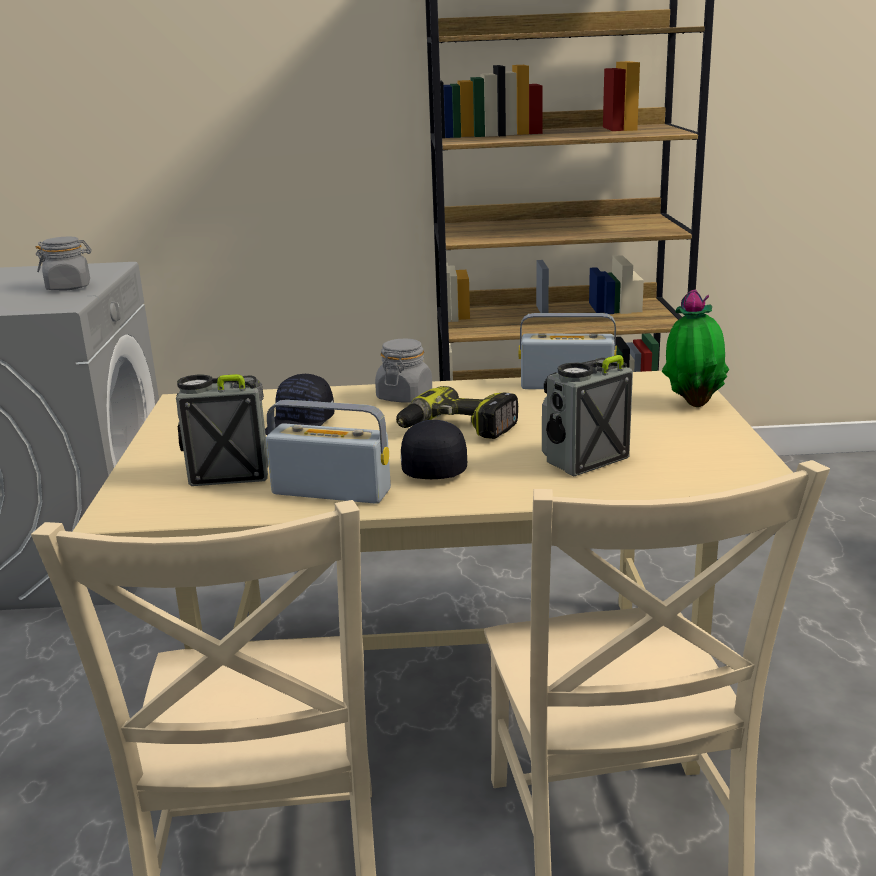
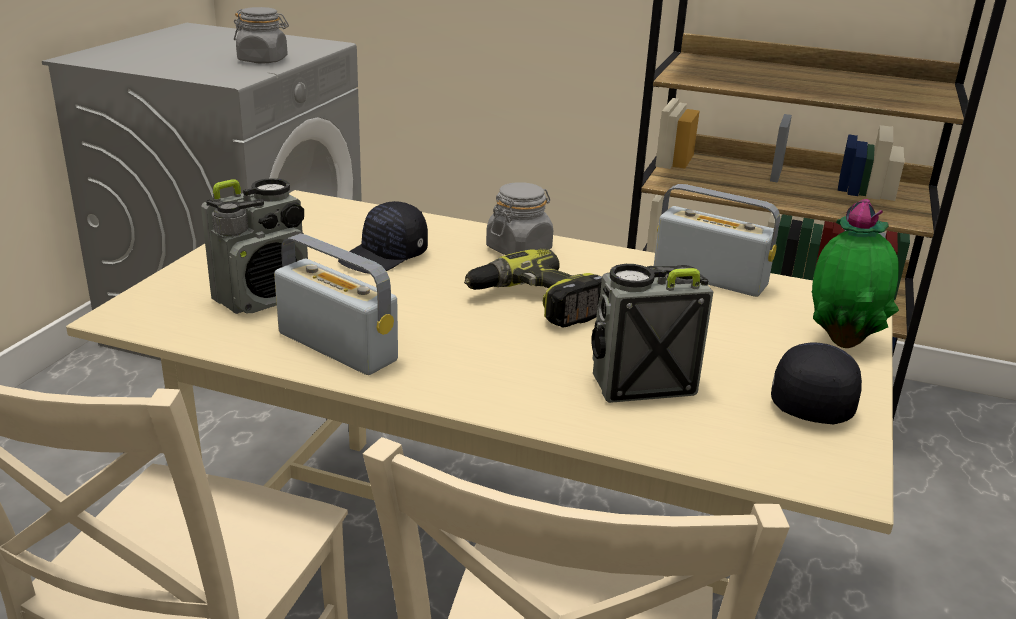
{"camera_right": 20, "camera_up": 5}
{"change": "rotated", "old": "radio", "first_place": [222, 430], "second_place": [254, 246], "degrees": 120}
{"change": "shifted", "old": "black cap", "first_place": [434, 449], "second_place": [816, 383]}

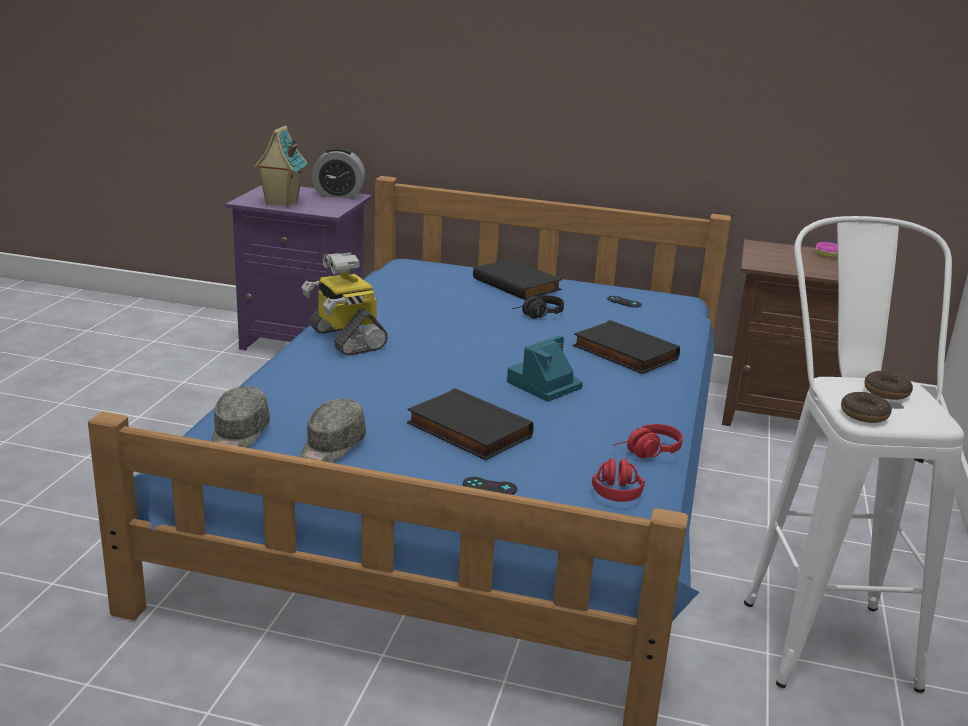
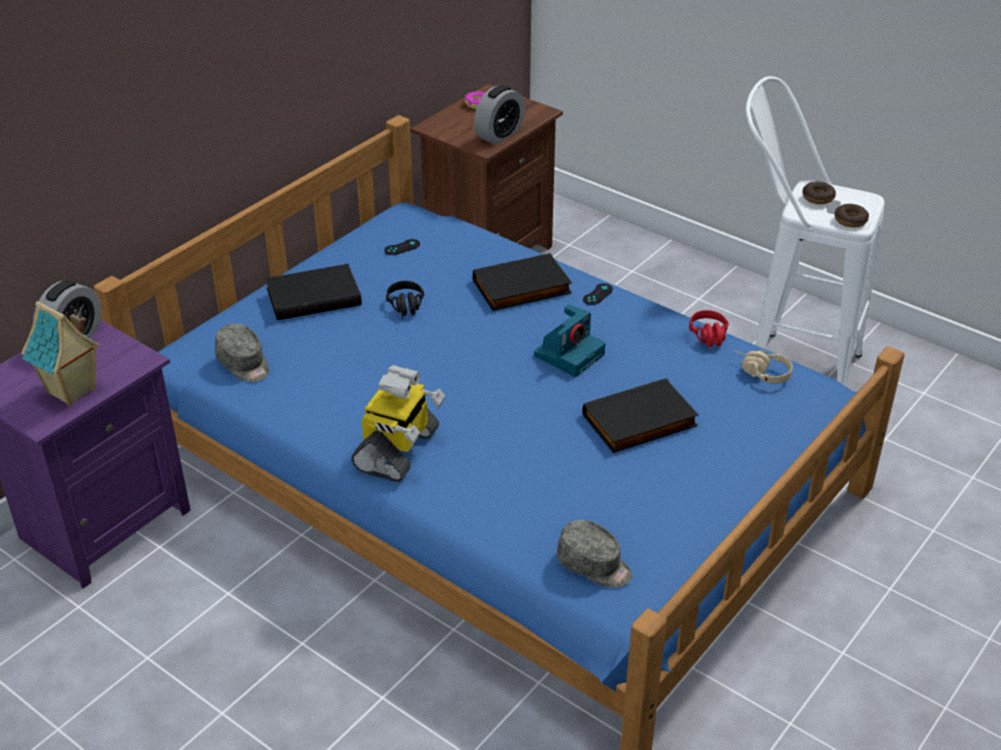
{"camera_right": -65, "camera_up": 15}
{"change": "rotated", "old": "toy robot", "first_place": [344, 304], "second_place": [398, 423], "degrees": -60}
{"change": "rotated", "old": "photo camera", "first_place": [545, 368], "second_place": [570, 341], "degrees": -120}
{"change": "shifted", "old": "grey cap", "first_place": [333, 431], "second_place": [242, 353]}
{"change": "repainted", "old": "red headphones", "new": "beige headphones", "first_place": [618, 480], "second_place": [763, 366]}
{"change": "shifted", "old": "black game controller", "first_place": [490, 486], "second_place": [598, 294]}
{"change": "new", "new": "alarm clock", "second_place": [499, 115]}

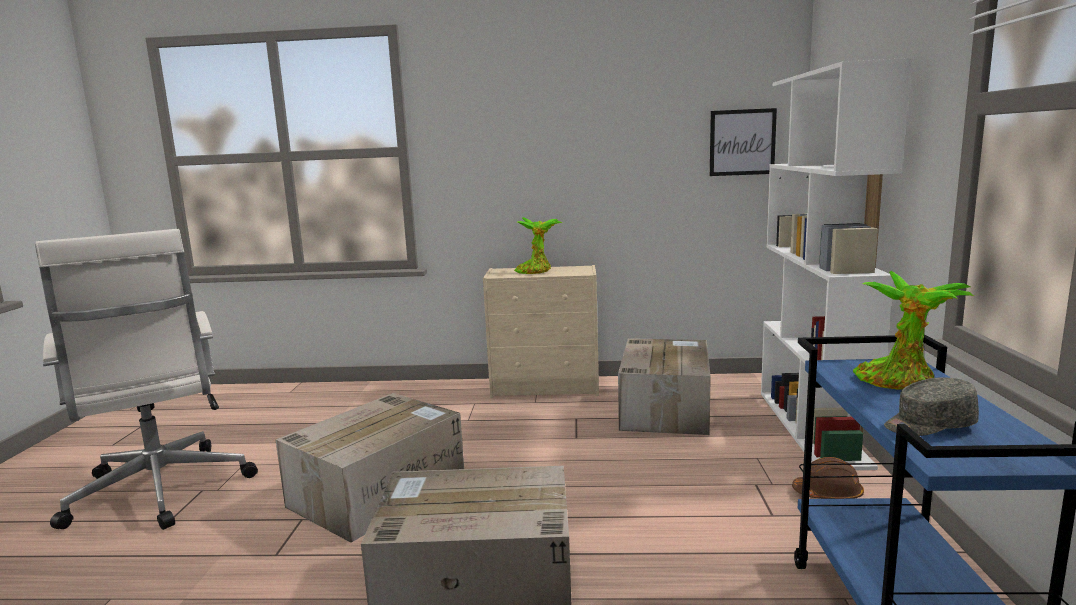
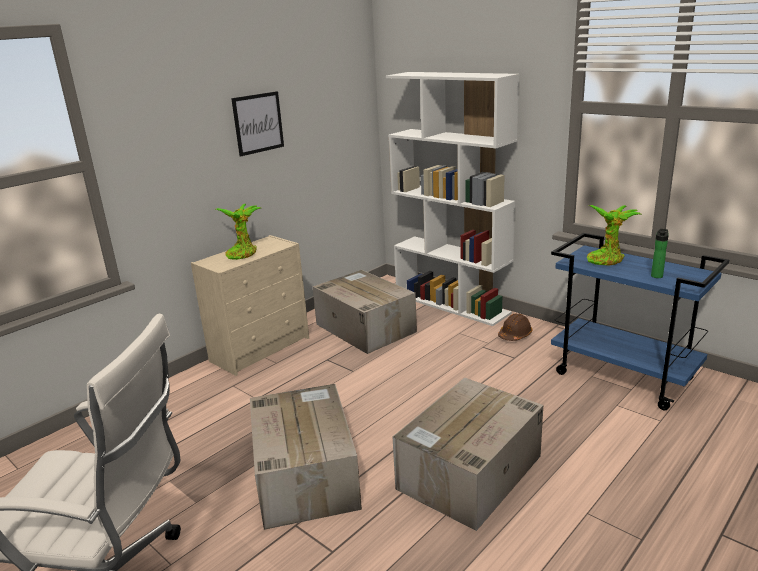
{"camera_right": -50, "camera_up": 10}
{"change": "shifted", "old": "picture", "first_place": [743, 142], "second_place": [257, 123]}
{"change": "swapped", "old": "grey cap", "new": "bottle", "first_place": [931, 406], "second_place": [660, 253]}

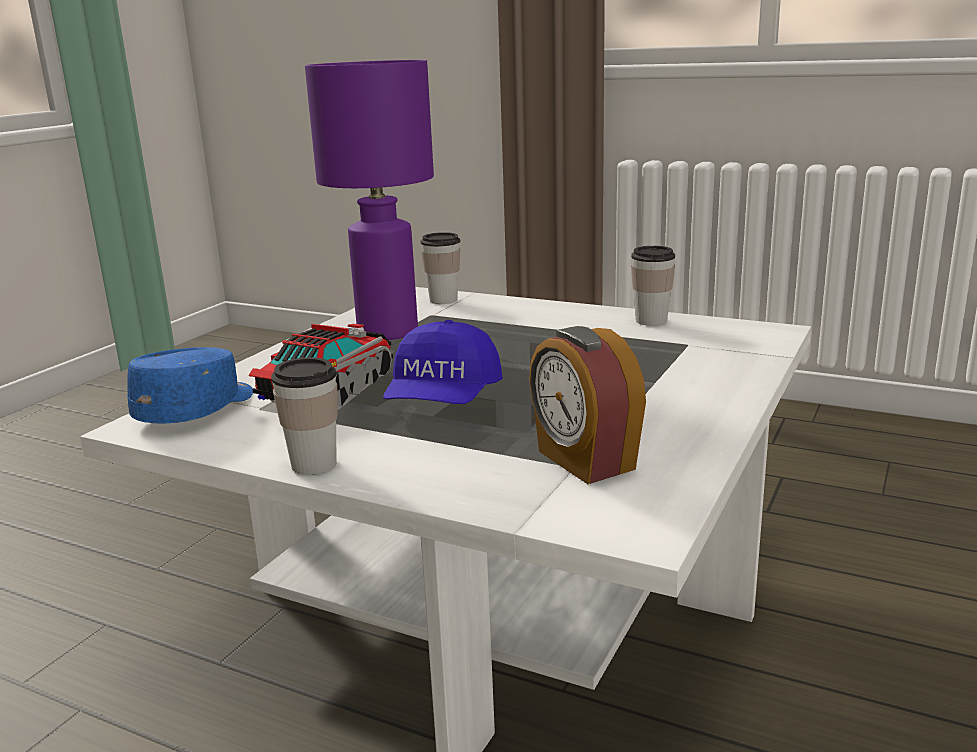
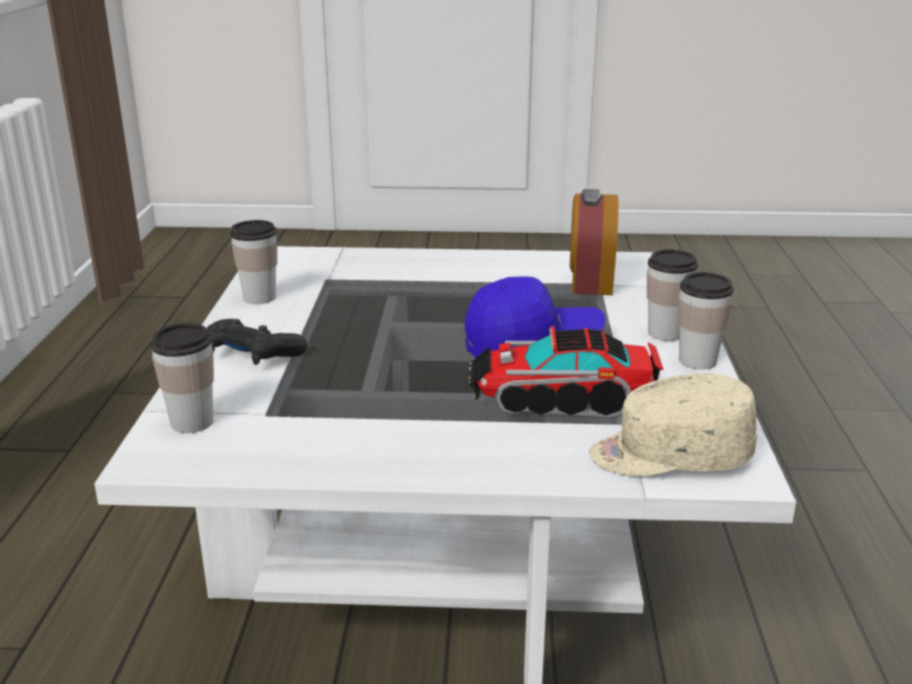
{"camera_right": -115, "camera_up": 5}
{"change": "gone", "old": "purple table lamp", "first_place": [369, 200]}
{"change": "rotated", "old": "alarm clock", "first_place": [587, 405], "second_place": [594, 242], "degrees": 150}
{"change": "repainted", "old": "blue cap", "new": "beige cap", "first_place": [190, 385], "second_place": [673, 424]}
{"change": "new", "new": "cup", "second_place": [672, 295]}
{"change": "new", "new": "black game controller", "second_place": [256, 342]}

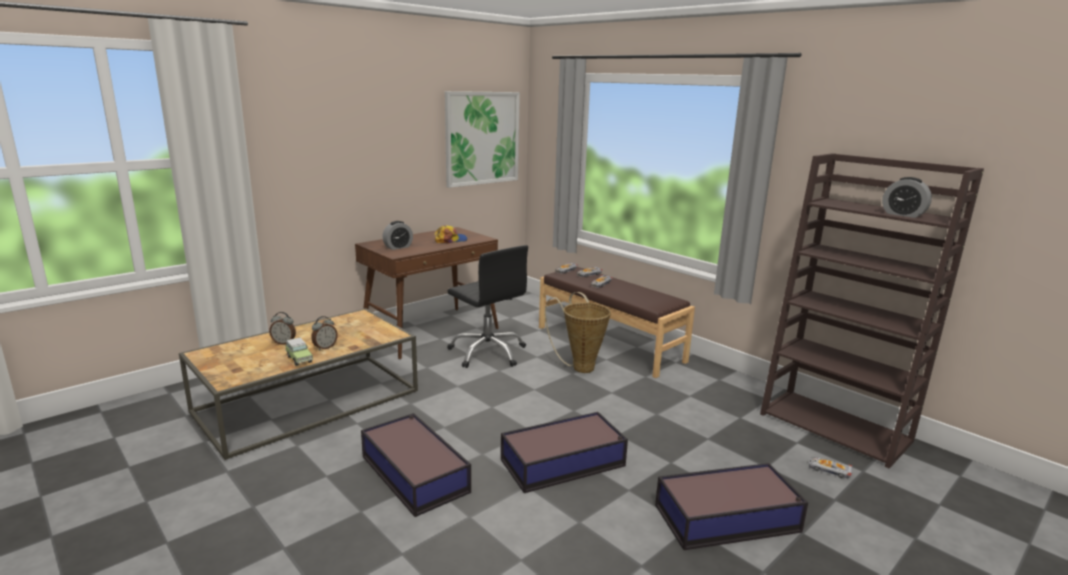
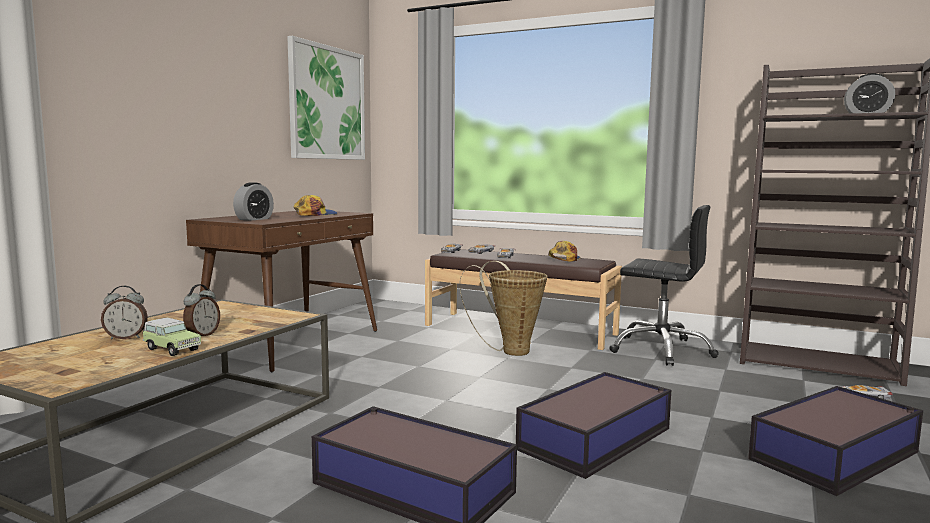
{"camera_right": -20, "camera_up": -10}
{"change": "shifted", "old": "black office chair", "first_place": [487, 306], "second_place": [664, 285]}
{"change": "new", "new": "cap", "second_place": [564, 251]}

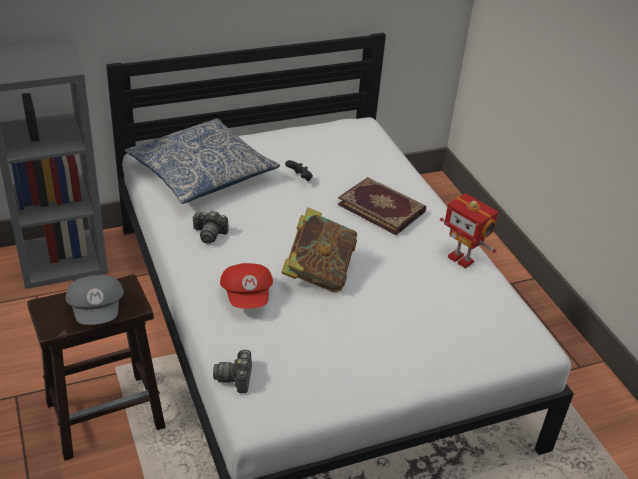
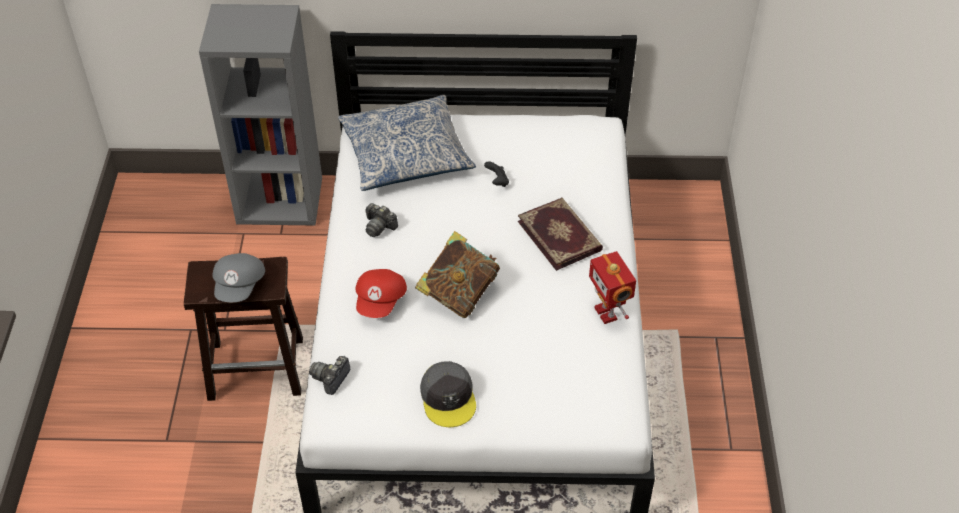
{"camera_right": 25, "camera_up": 10}
{"change": "new", "new": "grey cap", "second_place": [448, 394]}

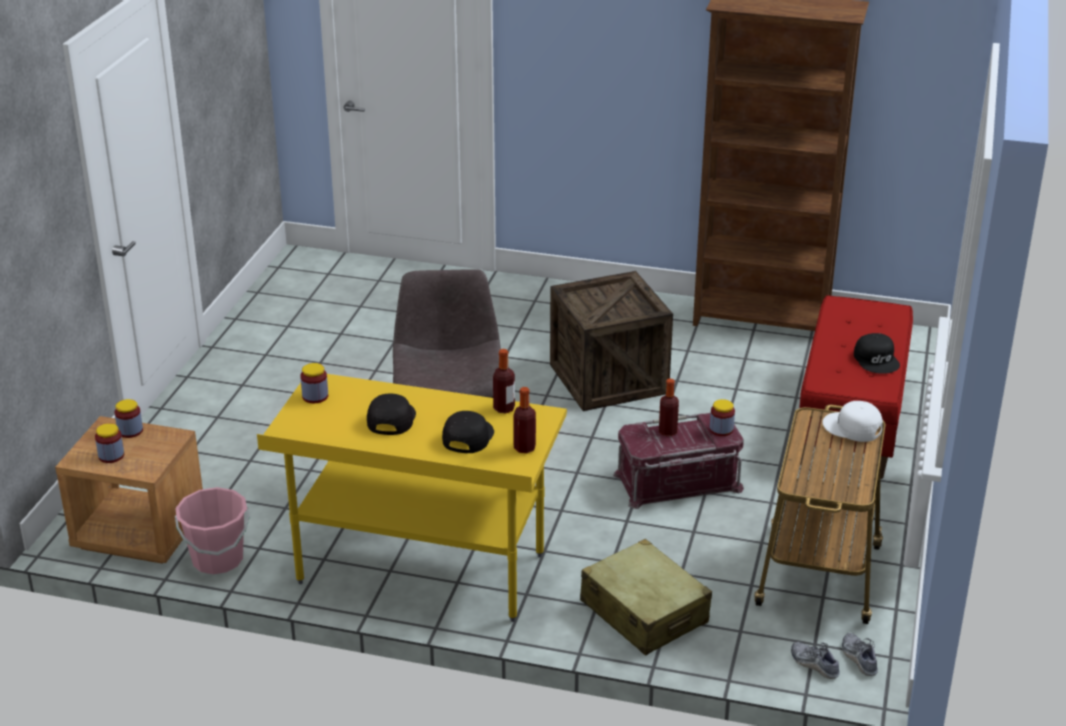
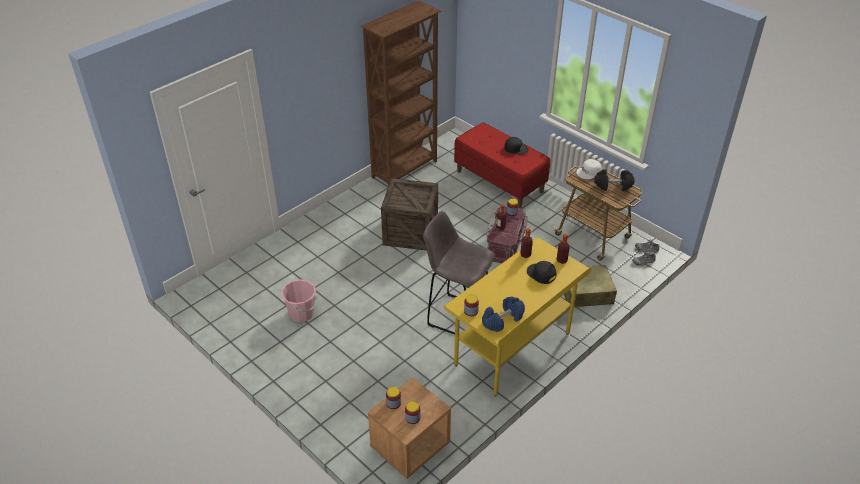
{"camera_right": -60, "camera_up": 10}
{"change": "gone", "old": "black cap", "first_place": [391, 414]}
{"change": "shifted", "old": "pink bucket", "first_place": [212, 530], "second_place": [299, 300]}
{"change": "new", "new": "black dumbbell", "second_place": [614, 180]}
{"change": "new", "new": "blue dumbbell", "second_place": [503, 314]}

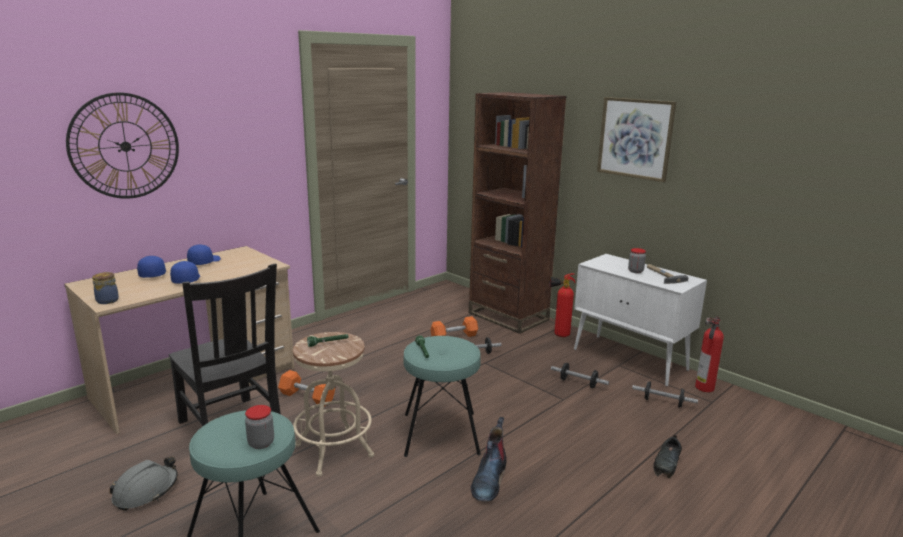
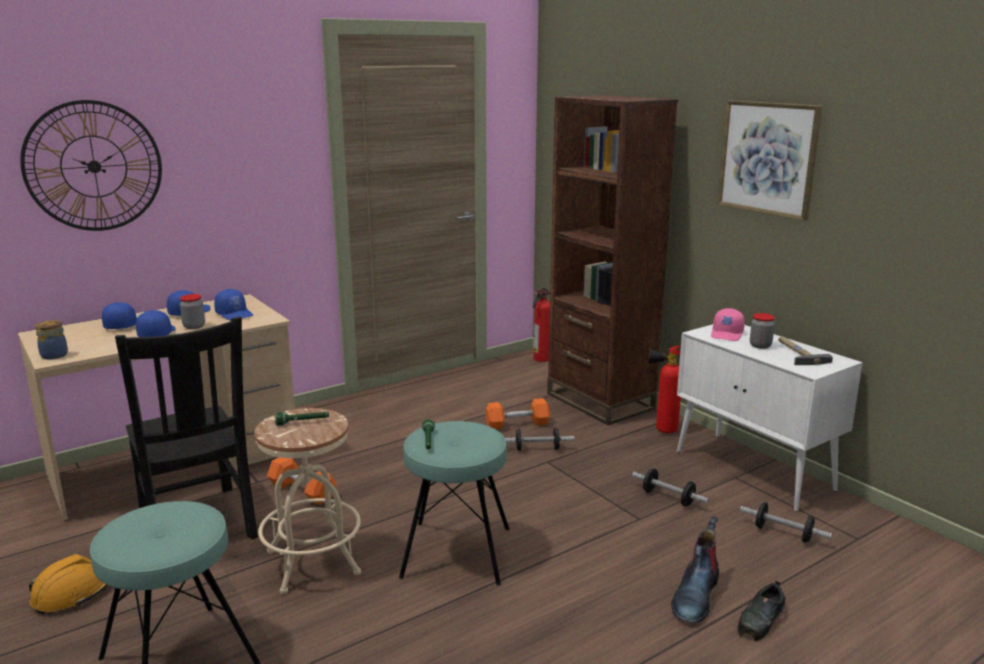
{"camera_right": 10, "camera_up": 0}
{"change": "shifted", "old": "fire extinguisher", "first_place": [709, 354], "second_place": [541, 325]}
{"change": "shifted", "old": "jar", "first_place": [259, 427], "second_place": [192, 311]}
{"change": "shifted", "old": "boot", "first_place": [488, 459], "second_place": [695, 569]}
{"change": "repainted", "old": "grey hard hat", "new": "orange hard hat", "first_place": [144, 484], "second_place": [68, 584]}
{"change": "new", "new": "blue cap", "second_place": [233, 305]}
{"change": "new", "new": "pink cap", "second_place": [728, 324]}

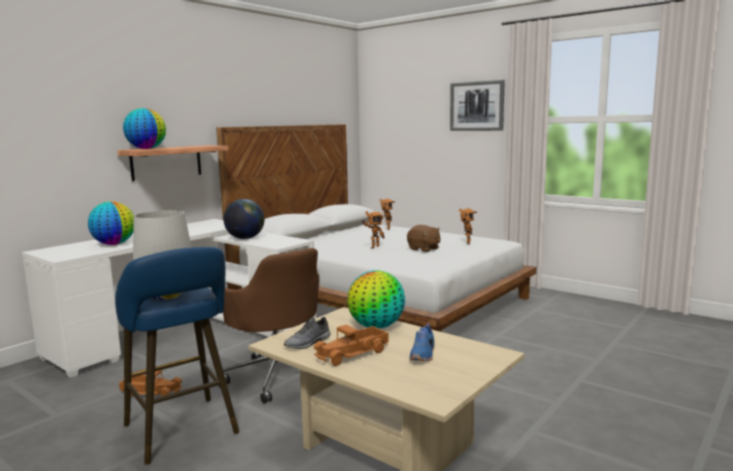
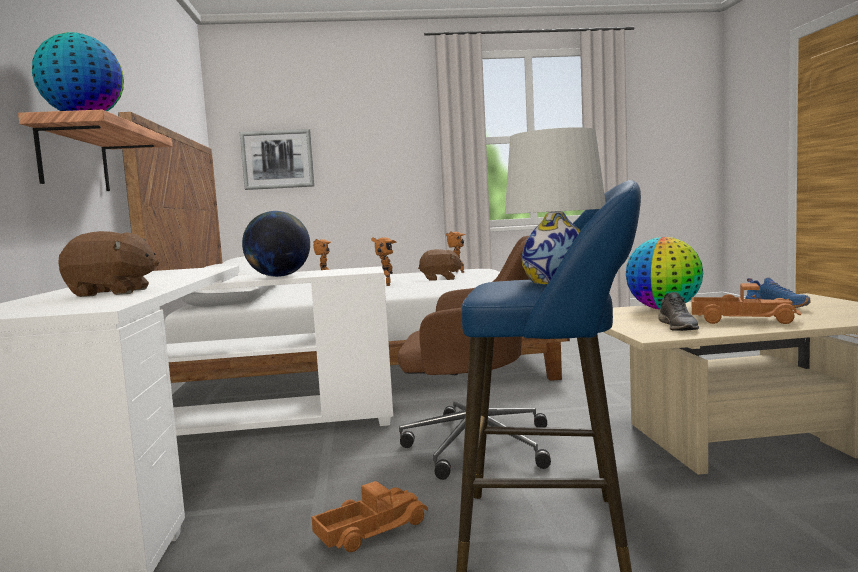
{"camera_right": -45, "camera_up": -5}
{"change": "shifted", "old": "picture", "first_place": [477, 105], "second_place": [277, 159]}
{"change": "swapped", "old": "globe", "new": "brown plush toy", "first_place": [111, 223], "second_place": [108, 264]}
{"change": "rotated", "old": "toy truck", "first_place": [351, 345], "second_place": [746, 303], "degrees": -75}

